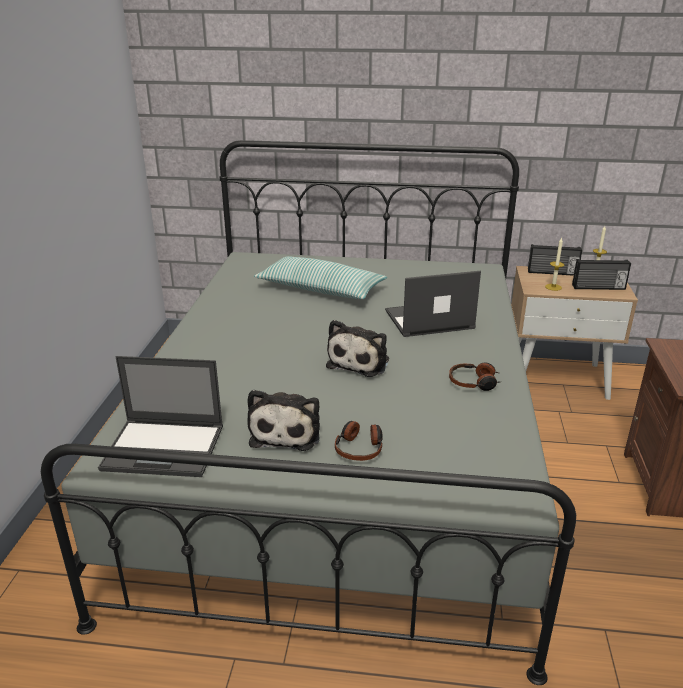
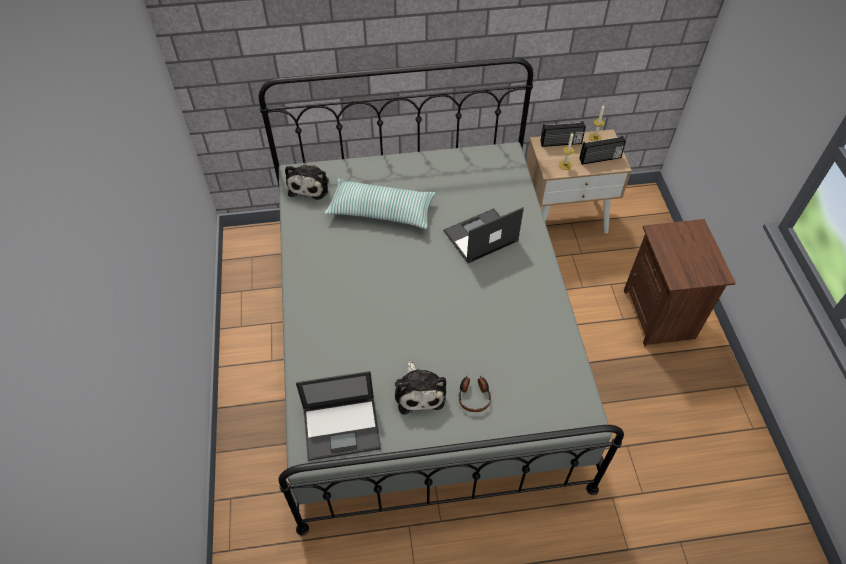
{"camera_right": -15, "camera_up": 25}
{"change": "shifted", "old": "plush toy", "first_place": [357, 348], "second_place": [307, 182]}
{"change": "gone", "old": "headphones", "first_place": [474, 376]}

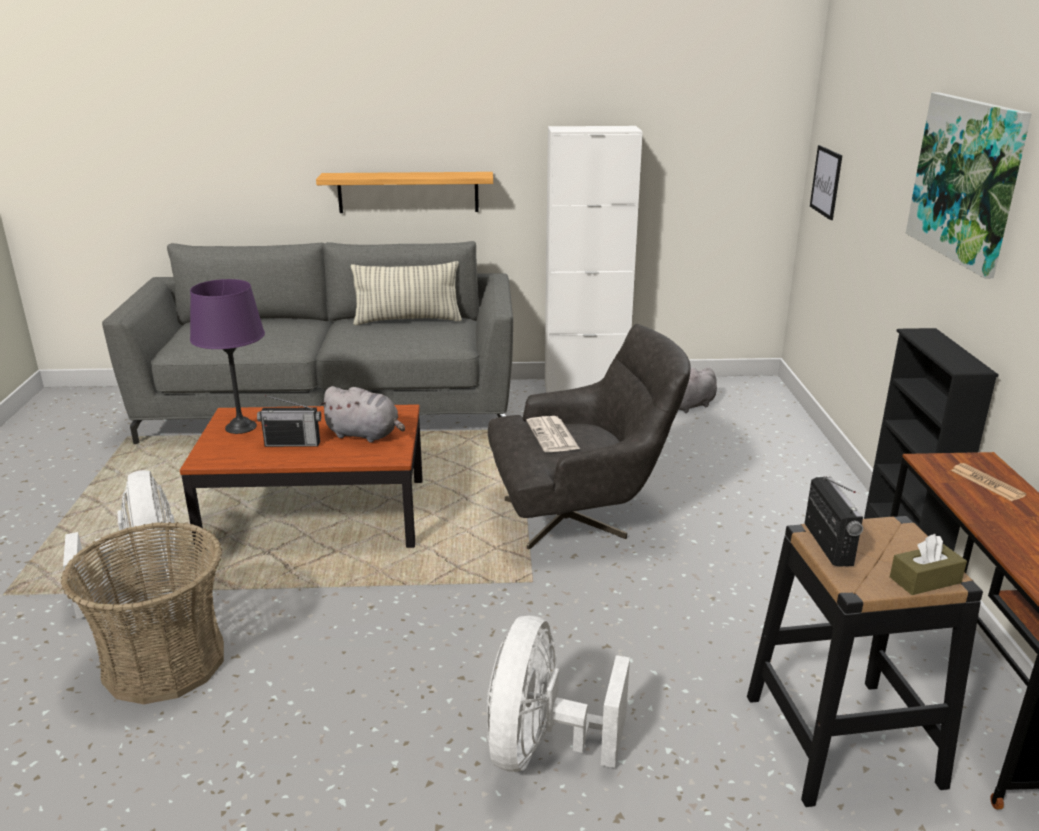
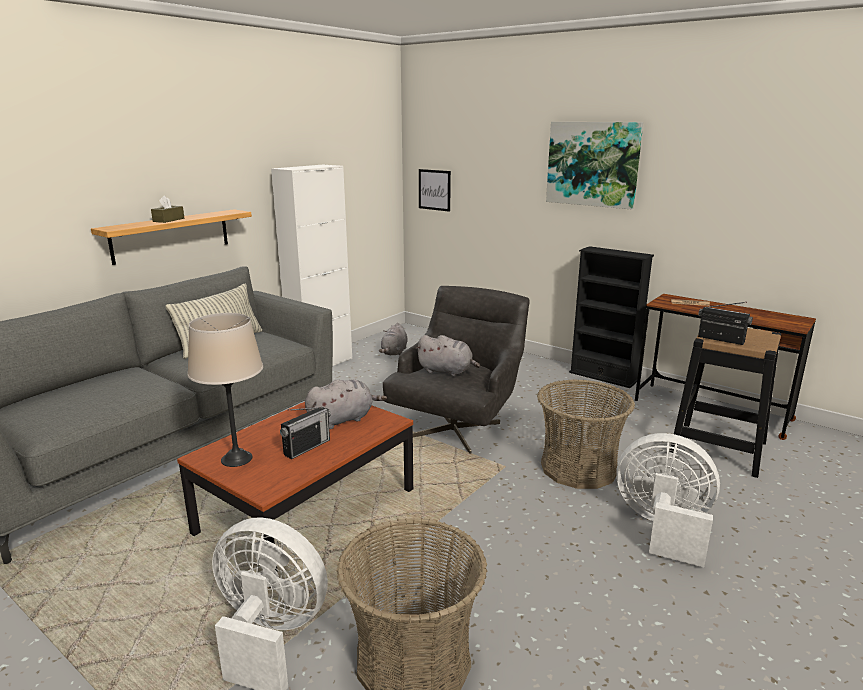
{"camera_right": -50, "camera_up": -5}
{"change": "repainted", "old": "purple table lamp", "new": "beige table lamp", "first_place": [227, 356], "second_place": [225, 390]}
{"change": "swapped", "old": "newspaper", "new": "grey plush toy", "first_place": [553, 434], "second_place": [448, 355]}
{"change": "shifted", "old": "brown tissue box", "first_place": [928, 564], "second_place": [167, 209]}
{"change": "rotated", "old": "white fan", "first_place": [558, 694], "second_place": [668, 500], "degrees": 150}
{"change": "new", "new": "basket", "second_place": [586, 434]}

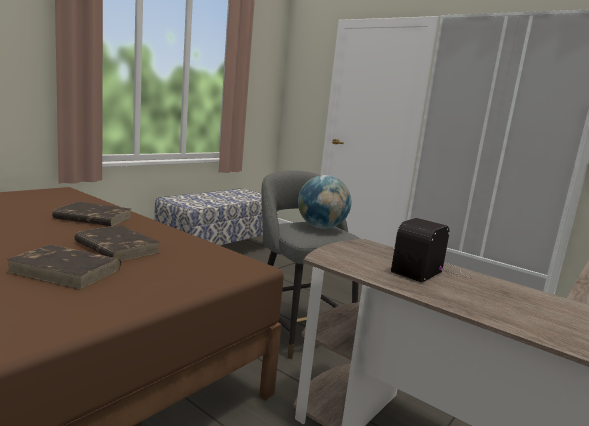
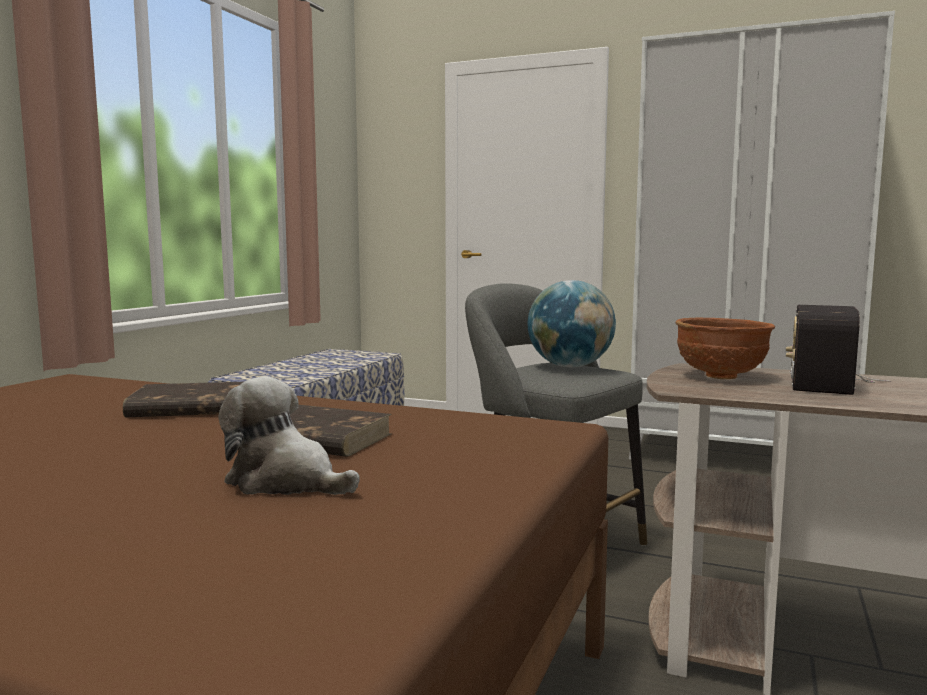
{"camera_right": -15, "camera_up": -5}
{"change": "swapped", "old": "brown book", "new": "plush toy", "first_place": [63, 267], "second_place": [289, 435]}
{"change": "new", "new": "brown bowl", "second_place": [725, 348]}

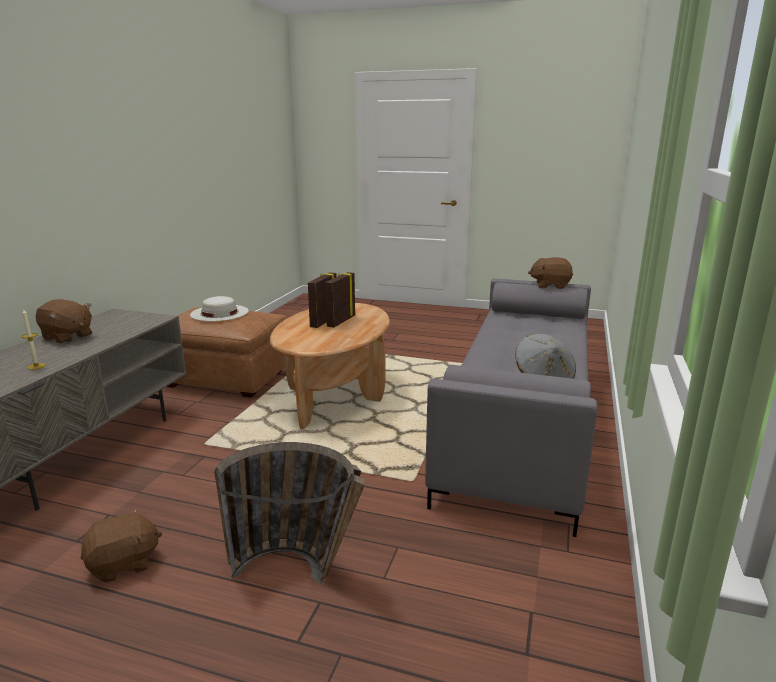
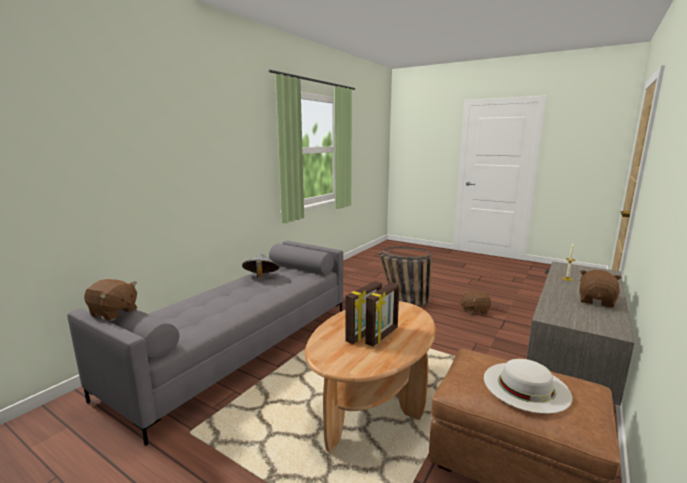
{"camera_right": -165, "camera_up": -5}
{"change": "rotated", "old": "brown plush toy", "first_place": [64, 321], "second_place": [600, 288], "degrees": 75}

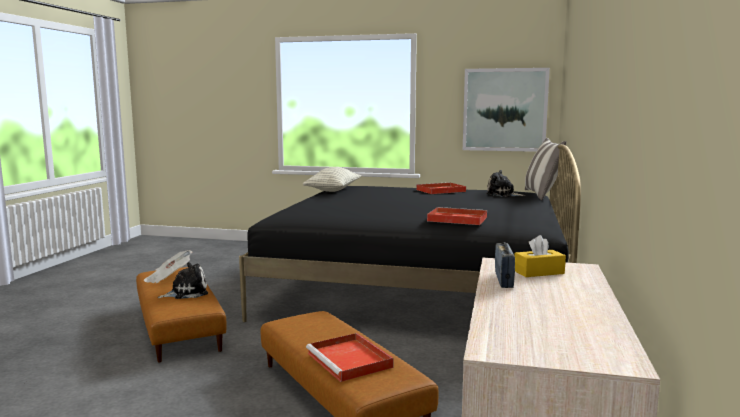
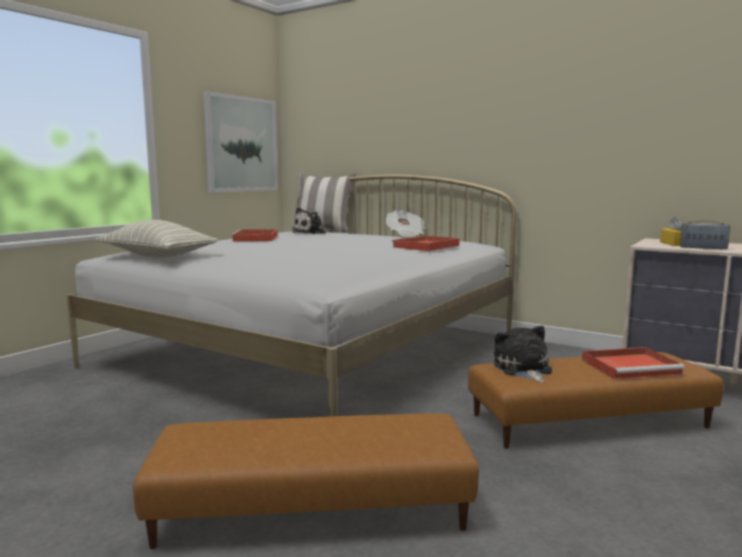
{"camera_right": -70, "camera_up": 0}
{"change": "repainted", "old": "black bed", "new": "white bed", "first_place": [410, 233], "second_place": [292, 295]}
{"change": "shifted", "old": "newspaper", "first_place": [168, 266], "second_place": [404, 223]}
{"change": "shifted", "old": "plush toy", "first_place": [183, 280], "second_place": [522, 354]}

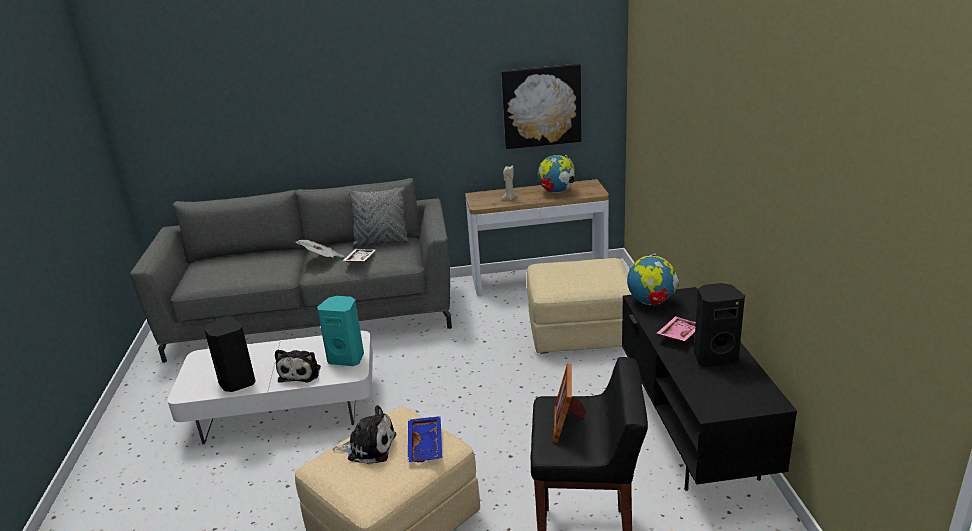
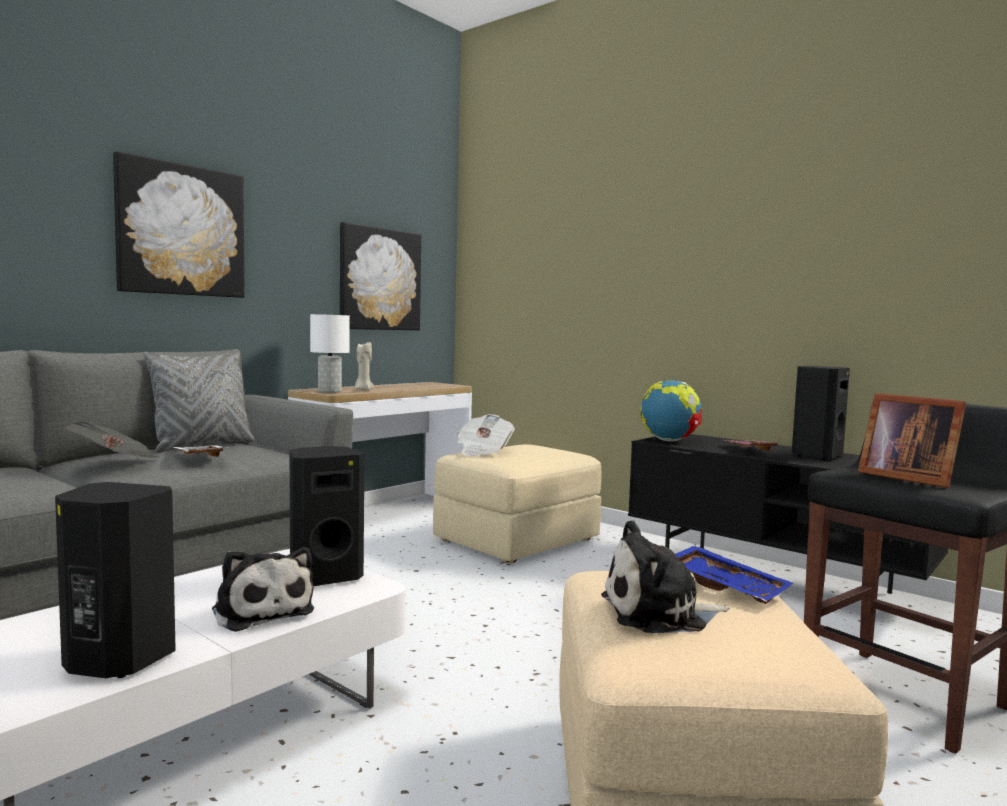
{"camera_right": -45, "camera_up": -20}
{"change": "gone", "old": "globe", "first_place": [556, 174]}
{"change": "repainted", "old": "turquoise speaker", "new": "black speaker", "first_place": [340, 331], "second_place": [327, 516]}
{"change": "rotated", "old": "plush toy", "first_place": [364, 434], "second_place": [665, 576], "degrees": -150}
{"change": "new", "new": "picture", "second_place": [179, 224]}
{"change": "new", "new": "white table lamp", "second_place": [330, 353]}
{"change": "new", "new": "newspaper", "second_place": [486, 435]}

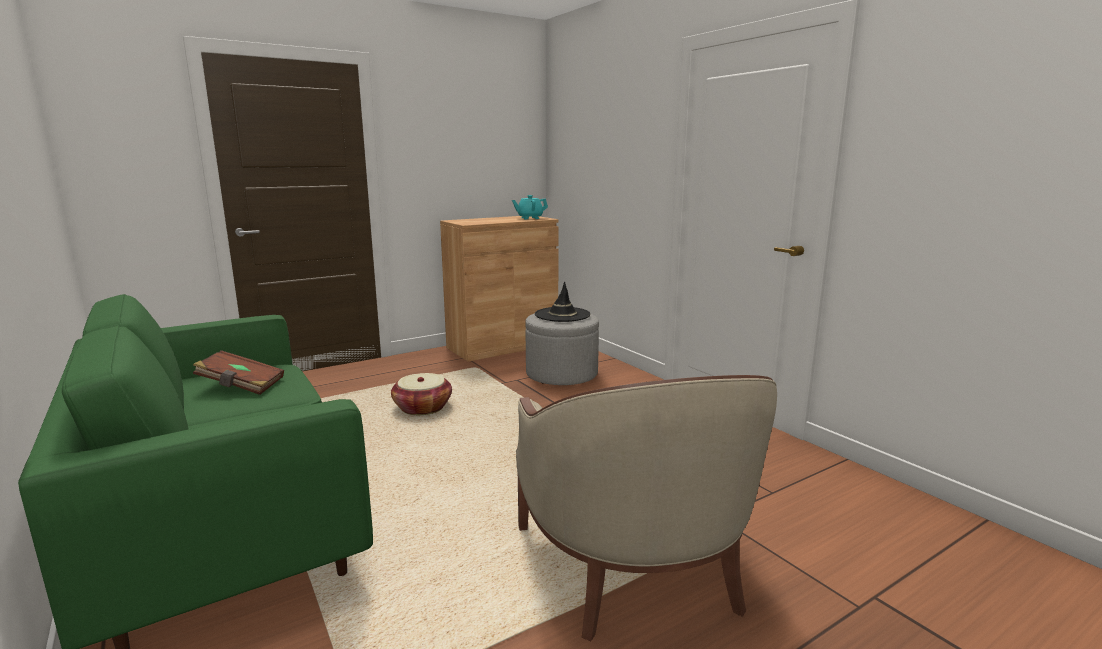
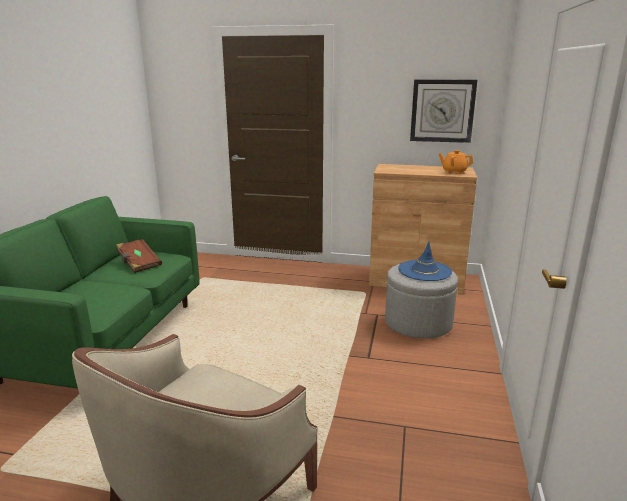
{"camera_right": 45, "camera_up": 5}
{"change": "repainted", "old": "turquoise teapot", "new": "orange teapot", "first_place": [530, 207], "second_place": [456, 162]}
{"change": "repainted", "old": "black hat", "new": "blue hat", "first_place": [562, 302], "second_place": [425, 261]}
{"change": "gone", "old": "basket", "first_place": [421, 394]}
{"change": "new", "new": "wall clock", "second_place": [443, 111]}

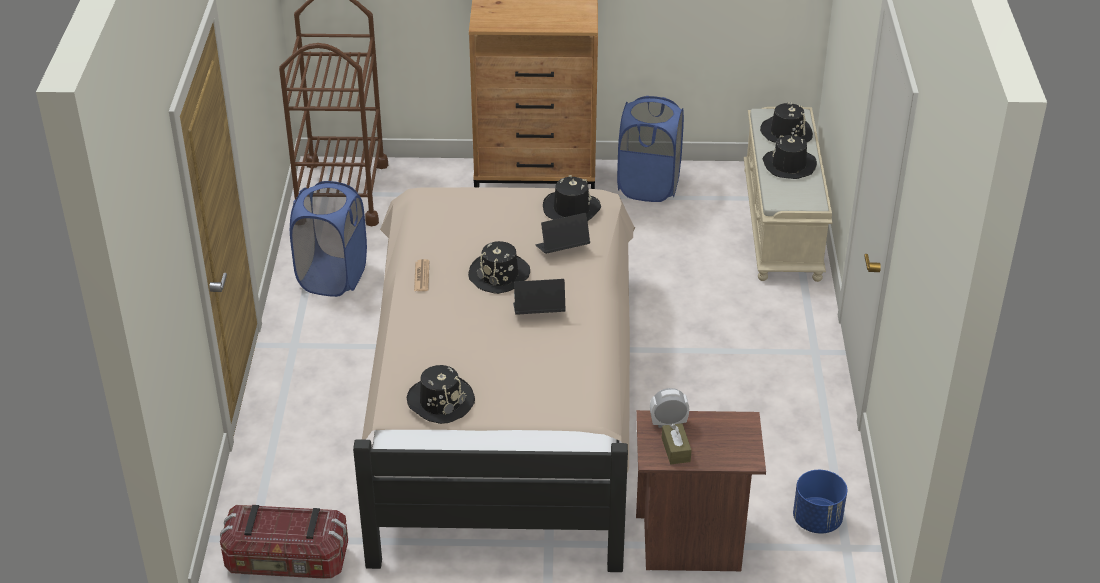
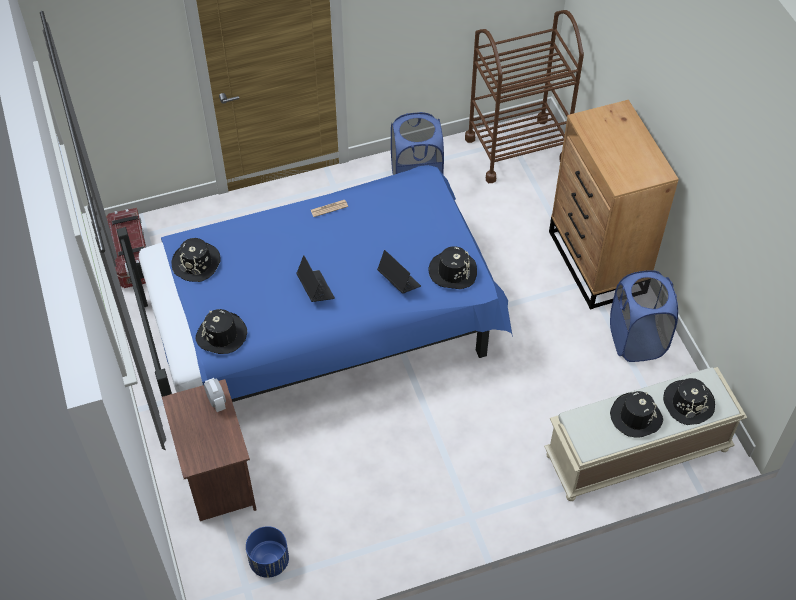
{"camera_right": 70, "camera_up": 15}
{"change": "repainted", "old": "beige bed", "new": "blue bed", "first_place": [494, 379], "second_place": [315, 283]}
{"change": "shifted", "old": "black hat", "first_place": [499, 267], "second_place": [221, 331]}
{"change": "gone", "old": "brown tissue box", "first_place": [677, 443]}

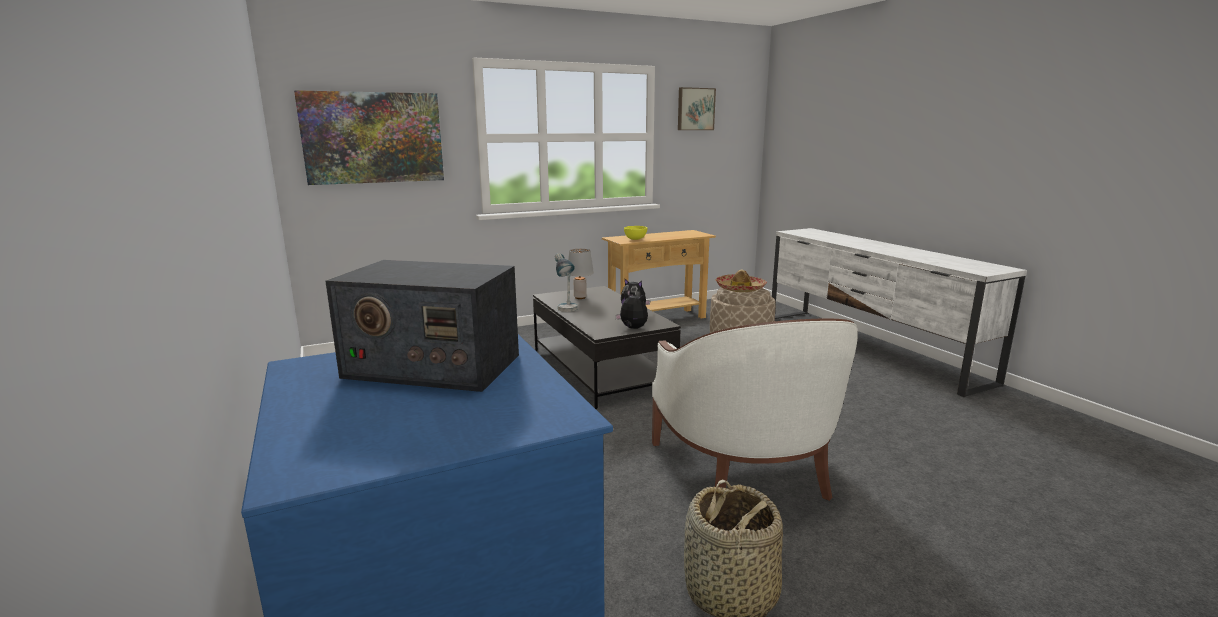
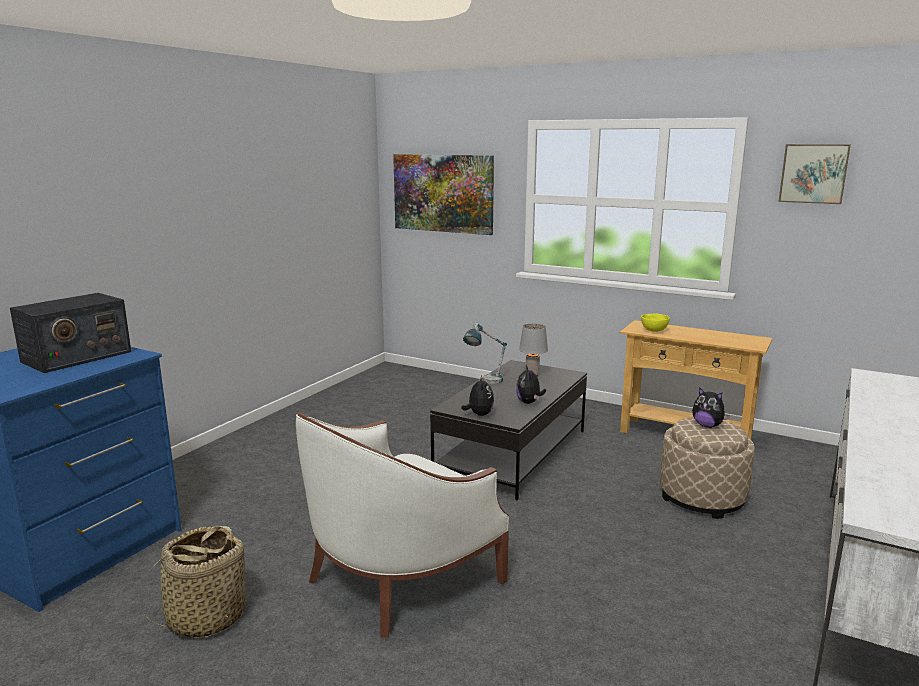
{"camera_right": 55, "camera_up": 0}
{"change": "rotated", "old": "radio", "first_place": [422, 326], "second_place": [70, 333], "degrees": -120}
{"change": "swapped", "old": "hat", "new": "plush toy", "first_place": [741, 280], "second_place": [711, 407]}

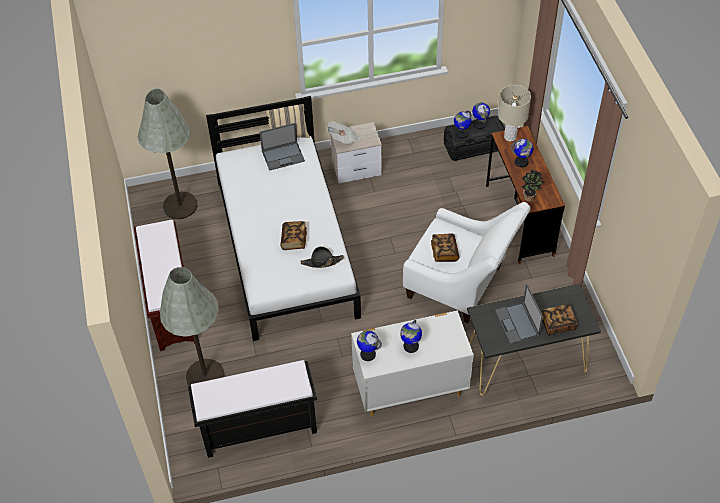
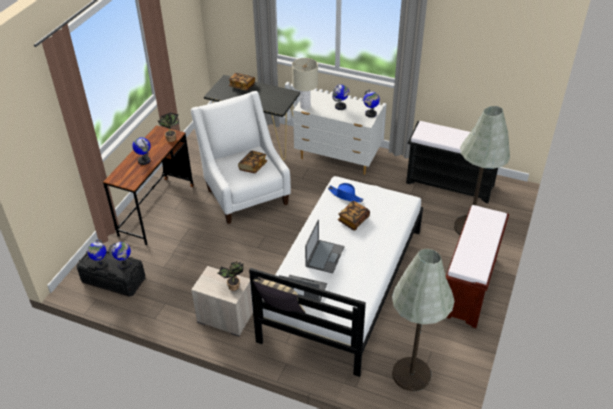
{"camera_right": -145, "camera_up": -10}
{"change": "shifted", "old": "beige table lamp", "first_place": [514, 113], "second_place": [305, 84]}
{"change": "swapped", "old": "newspaper", "new": "potted plant", "first_place": [343, 132], "second_place": [231, 276]}
{"change": "repainted", "old": "black hat", "new": "blue hat", "first_place": [322, 257], "second_place": [345, 192]}
{"change": "shifted", "old": "laptop", "first_place": [519, 314], "second_place": [325, 246]}

